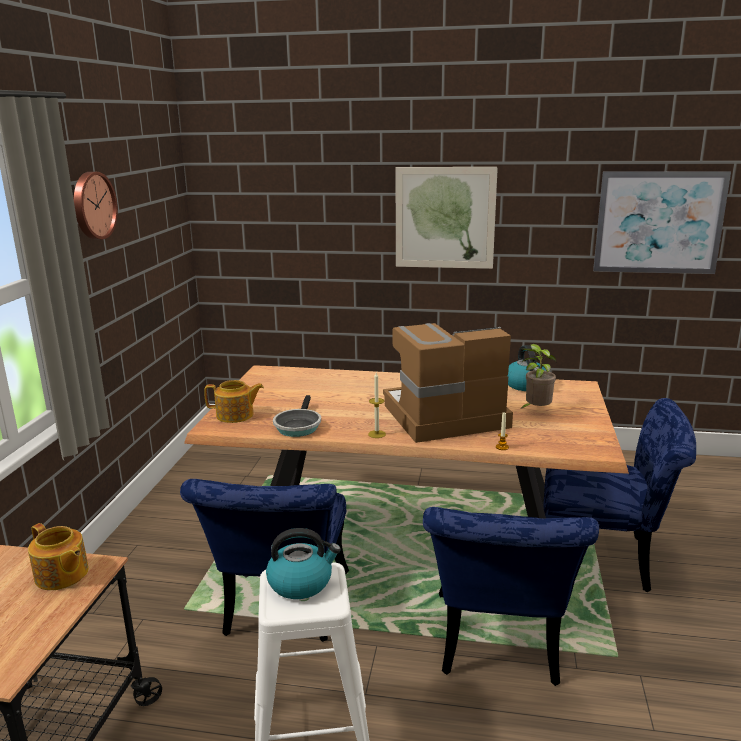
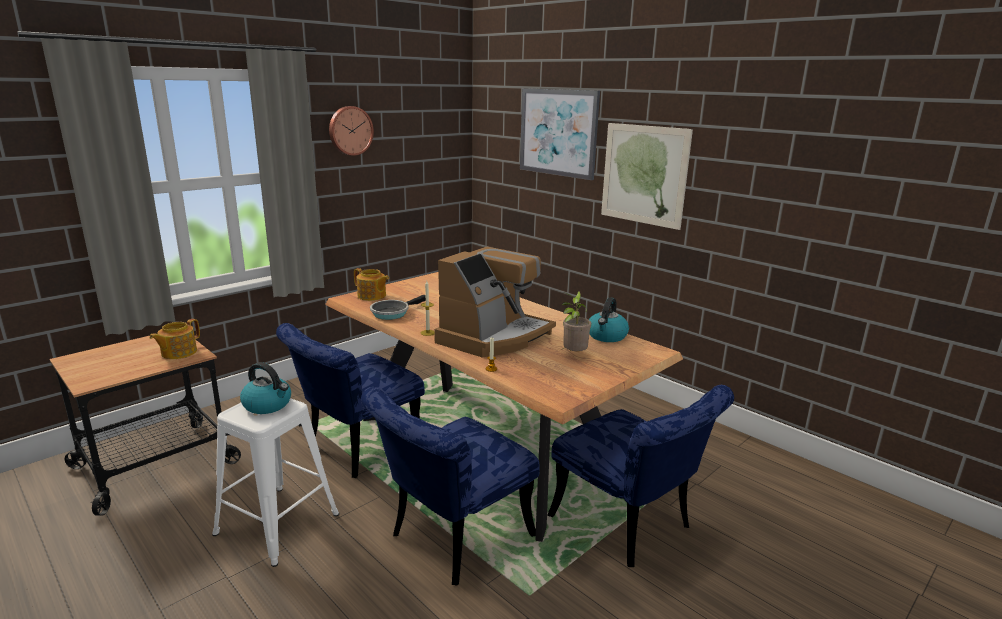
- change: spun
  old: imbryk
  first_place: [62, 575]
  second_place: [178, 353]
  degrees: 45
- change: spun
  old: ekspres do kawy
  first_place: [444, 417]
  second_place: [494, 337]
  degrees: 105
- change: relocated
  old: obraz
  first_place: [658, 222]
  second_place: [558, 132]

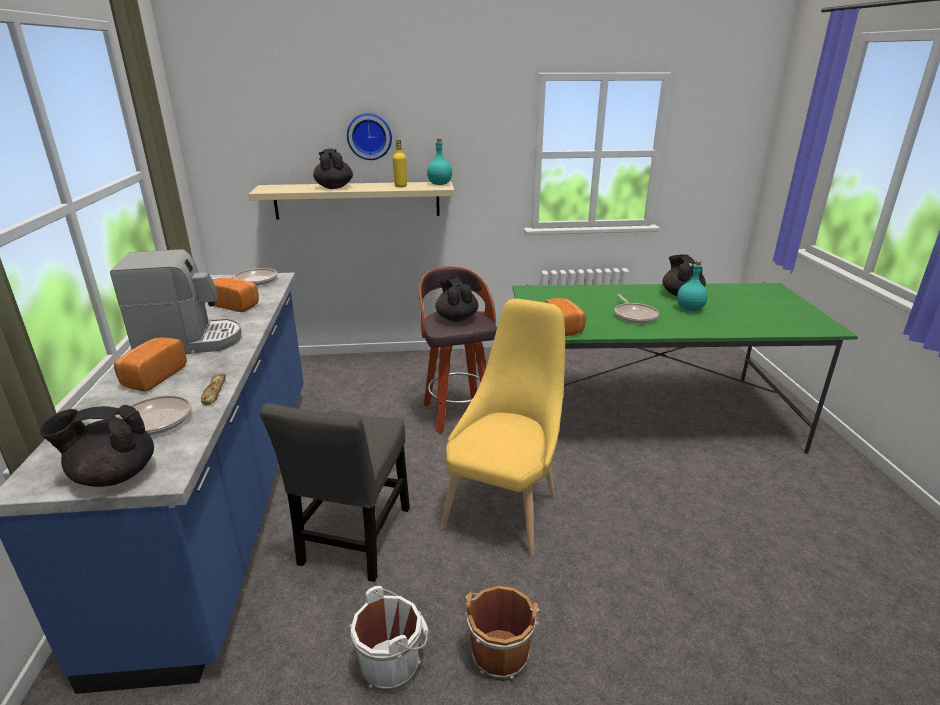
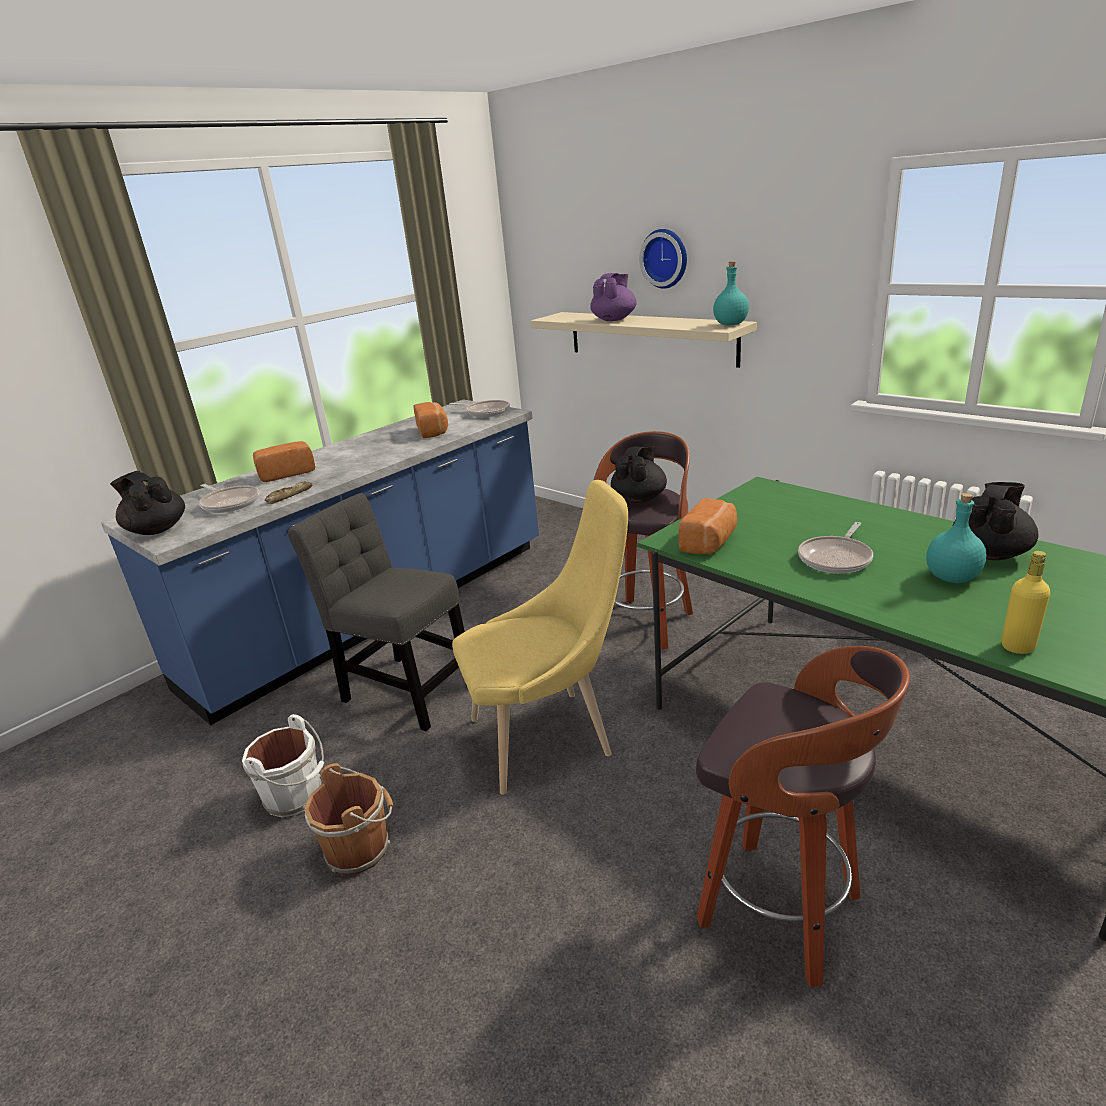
- change: spun
  old: krzesło (szary)
  first_place: [354, 540]
  second_place: [404, 690]
  degrees: 60
- change: colour
  old: imbryk (czarny)
  new: imbryk (fioletowy)
  first_place: [334, 187]
  second_place: [614, 319]
- change: appeared
  new: stołek
  second_place: [783, 912]
- change: relocated
  old: butelka (żółty)
  first_place: [400, 186]
  second_place: [1017, 646]
- change: missing
  old: ekspres do kawy
  first_place: [189, 342]

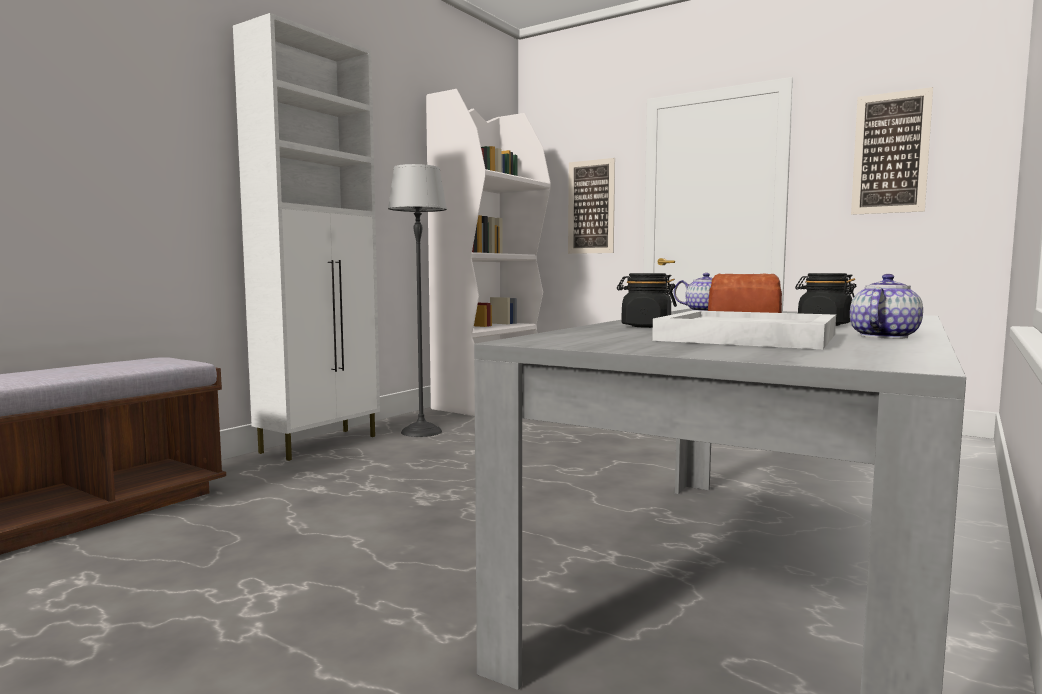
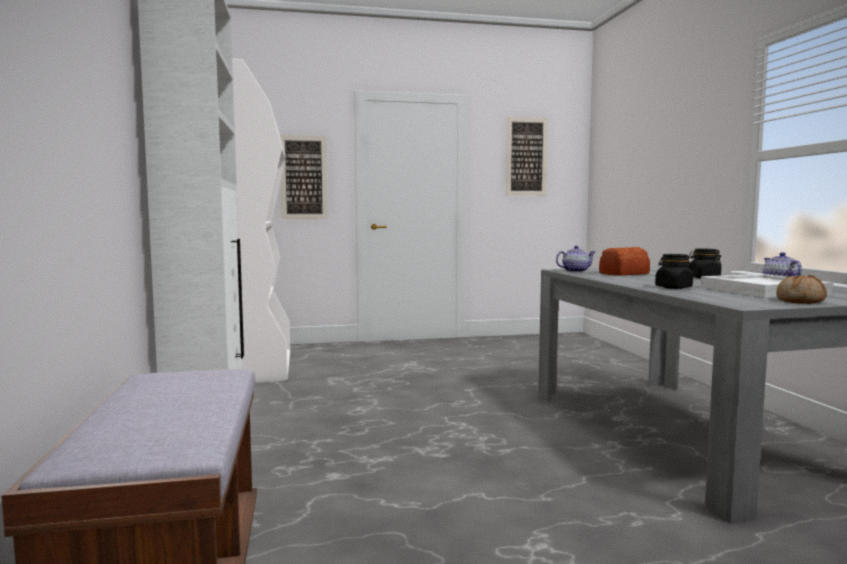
- change: appeared
  new: chleb
  second_place: [801, 301]
- change: missing
  old: lampa stojąca
  first_place: [421, 432]

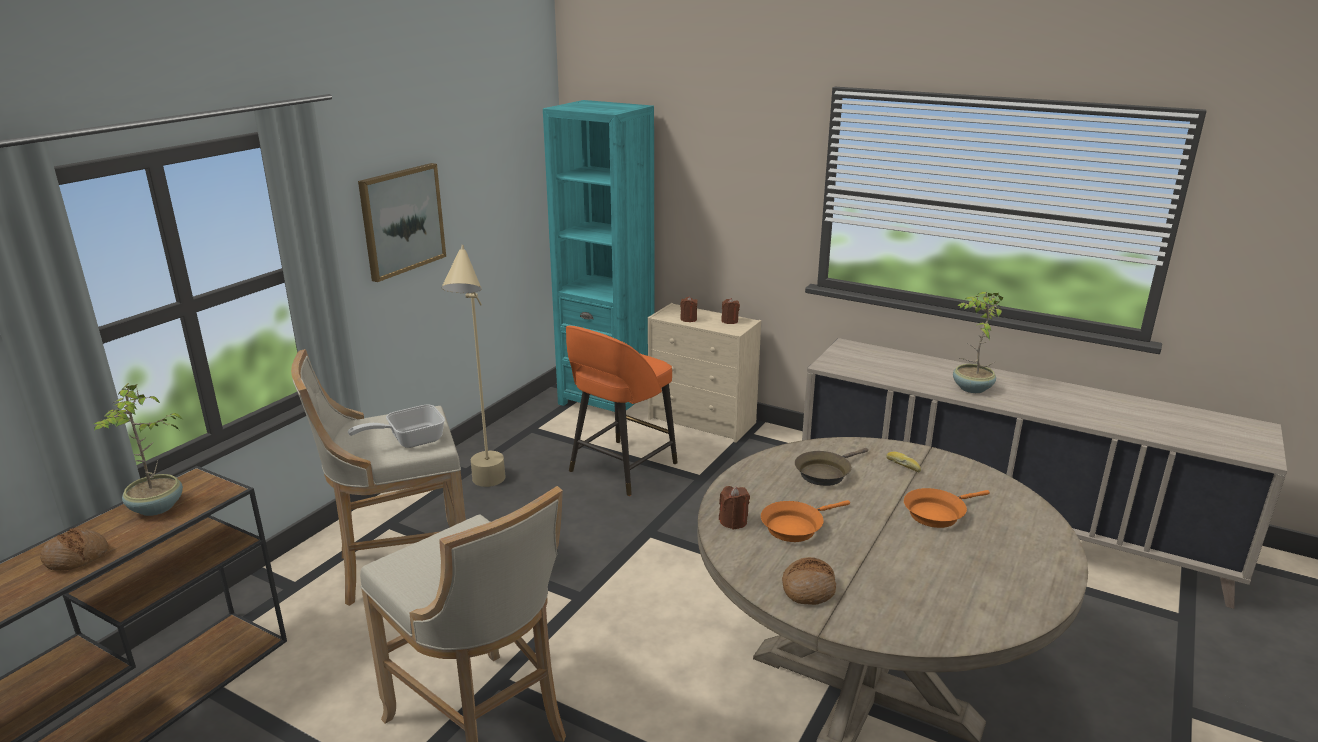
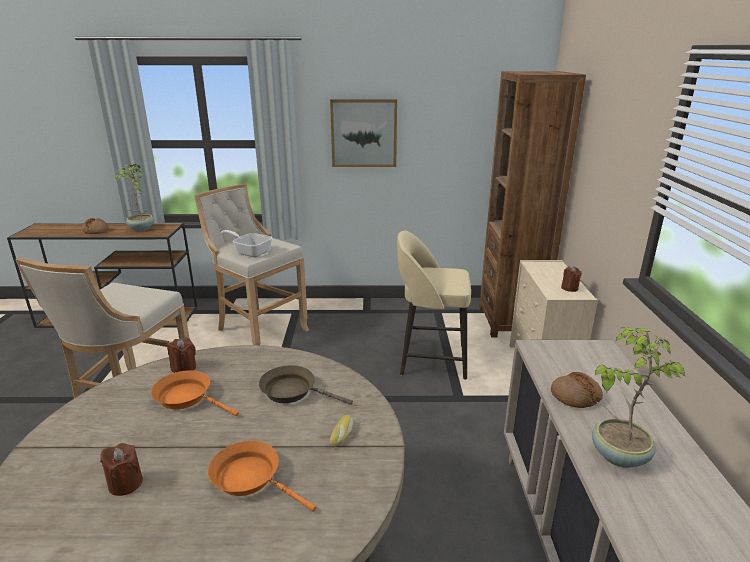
- change: relocated
  old: świeca (brązowy)
  first_place: [688, 319]
  second_place: [125, 483]
- change: colour
  old: stołek (pomarańczowy)
  new: stołek (beżowy)
  first_place: [620, 468]
  second_place: [430, 359]
- change: colour
  old: regał (turkusowy)
  new: regał (brązowy)
  first_place: [607, 400]
  second_place: [510, 322]
- change: relocated
  old: chleb
  first_place: [808, 588]
  second_place: [575, 396]
- change: missing
  old: lampa stojąca (beżowy)
  first_place: [486, 493]

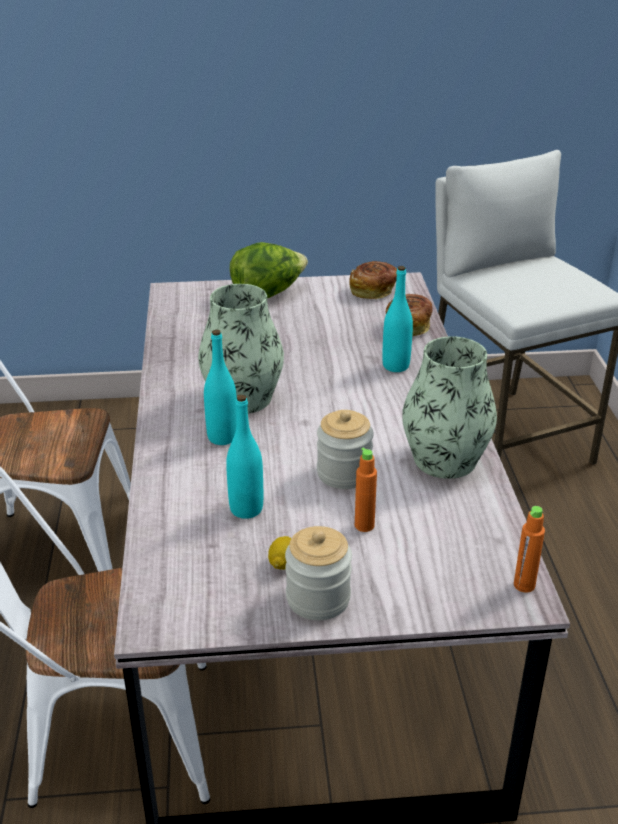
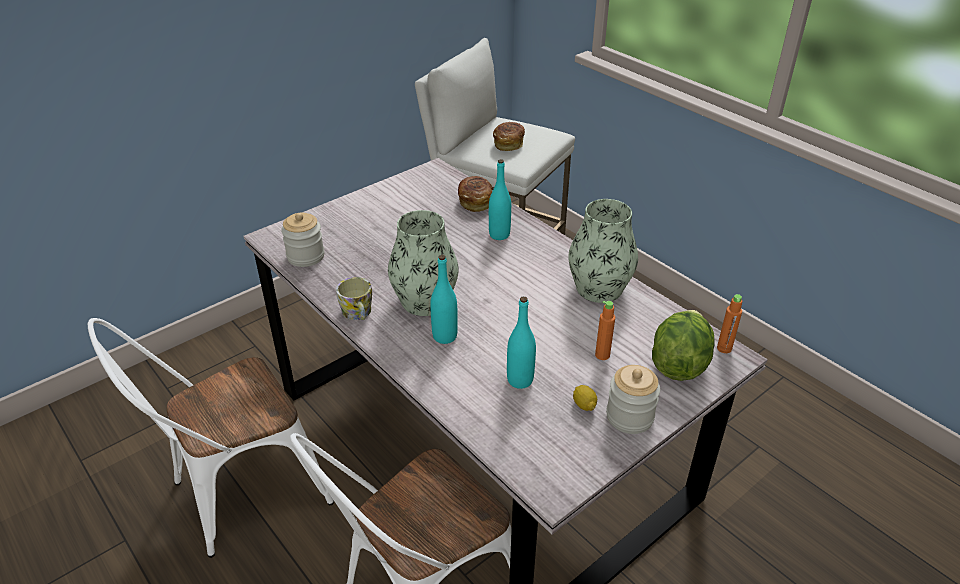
- change: relocated
  old: słoik
  first_place: [344, 473]
  second_place: [305, 256]
- change: appeared
  new: kubek
  second_place: [358, 314]
- change: relocated
  old: chleb
  first_place: [373, 291]
  second_place: [509, 144]
- change: relocated
  old: sałata
  first_place: [268, 294]
  second_place: [679, 363]

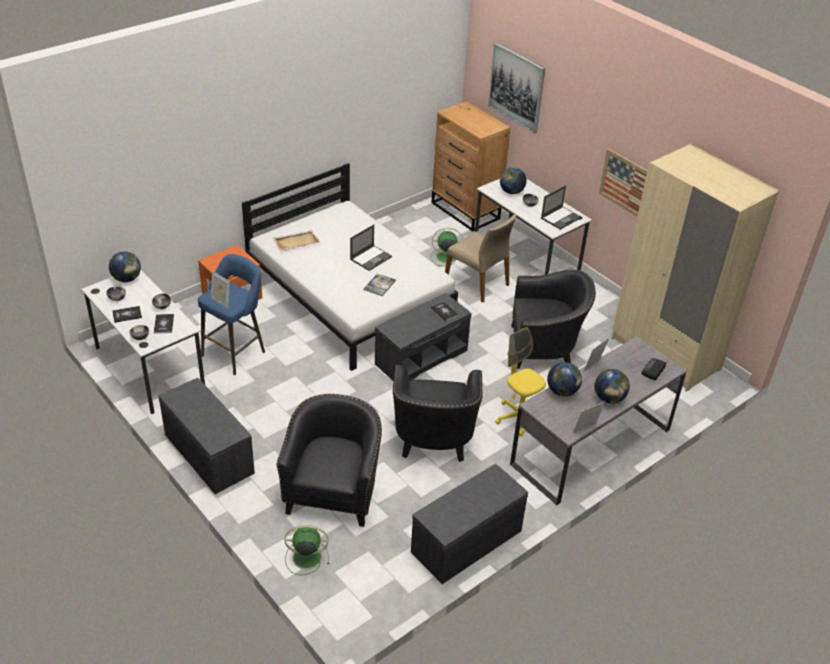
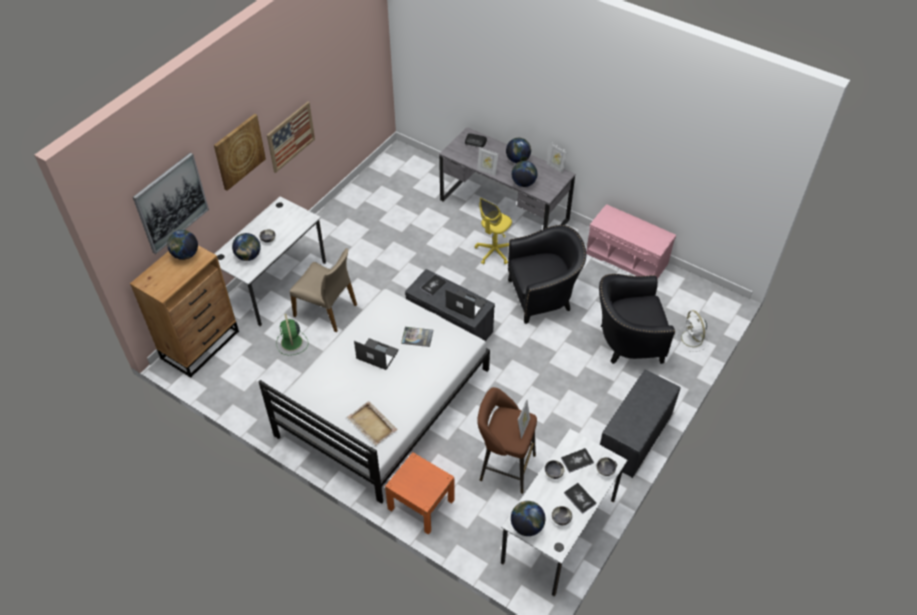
- change: appeared
  new: globus
  second_place: [185, 255]
- change: appeared
  new: obraz
  second_place: [239, 151]
- change: spun
  old: krzesło (beżowy)
  first_place: [477, 283]
  second_place: [326, 310]
  degrees: 90
- change: relocated
  old: laptop
  first_place: [561, 218]
  second_place: [465, 304]
- change: colour
  old: stołek (niebieski)
  new: stołek (brązowy)
  first_place: [236, 352]
  second_place: [504, 466]
- change: colour
  old: ławka (szary)
  new: ławka (różowy)
  first_place: [466, 542]
  second_place: [627, 258]
- change: colour
  old: wentylator (zielony)
  new: wentylator (biały)
  first_place: [305, 557]
  second_place: [692, 339]
- change: missing
  old: fotel (czarny)
  first_place: [545, 348]
- change: missing
  old: szafa (beżowy)
  first_place: [665, 353]

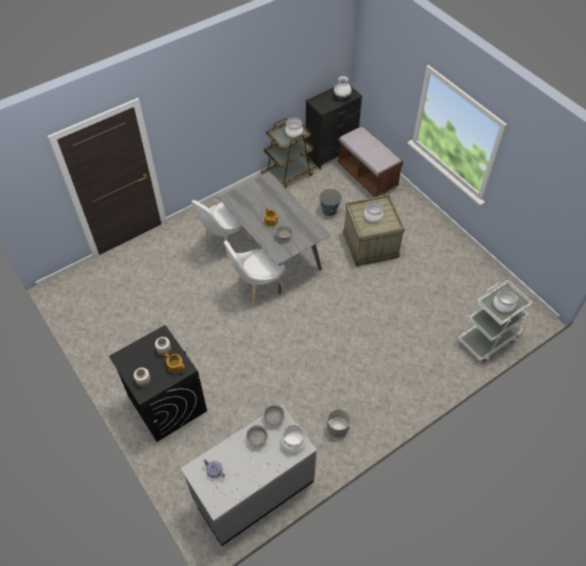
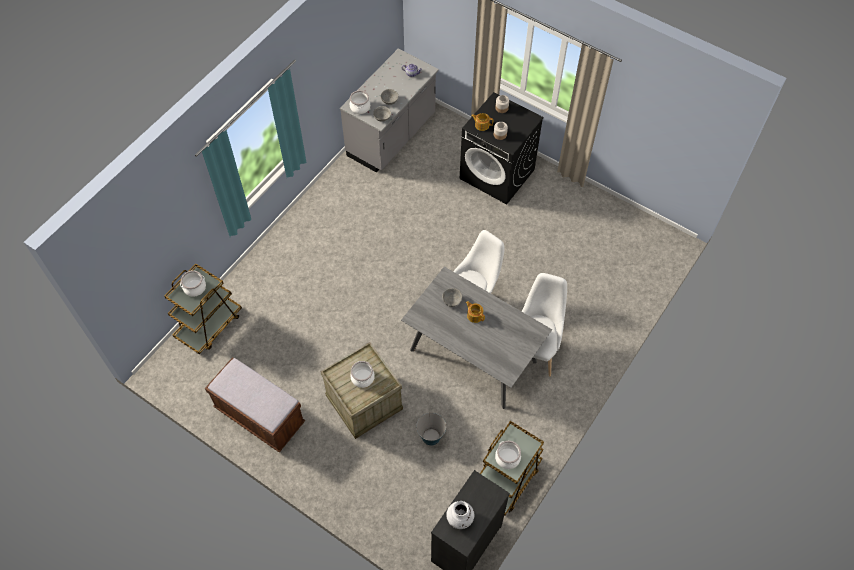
- change: colour
  old: wózek (biały)
  new: wózek (brązowy)
  first_place: [488, 339]
  second_place: [209, 325]
- change: relocated
  old: ławka (brązowy)
  first_place: [367, 176]
  second_place: [260, 416]
- change: missing
  old: donica (szary)
  first_place: [337, 428]

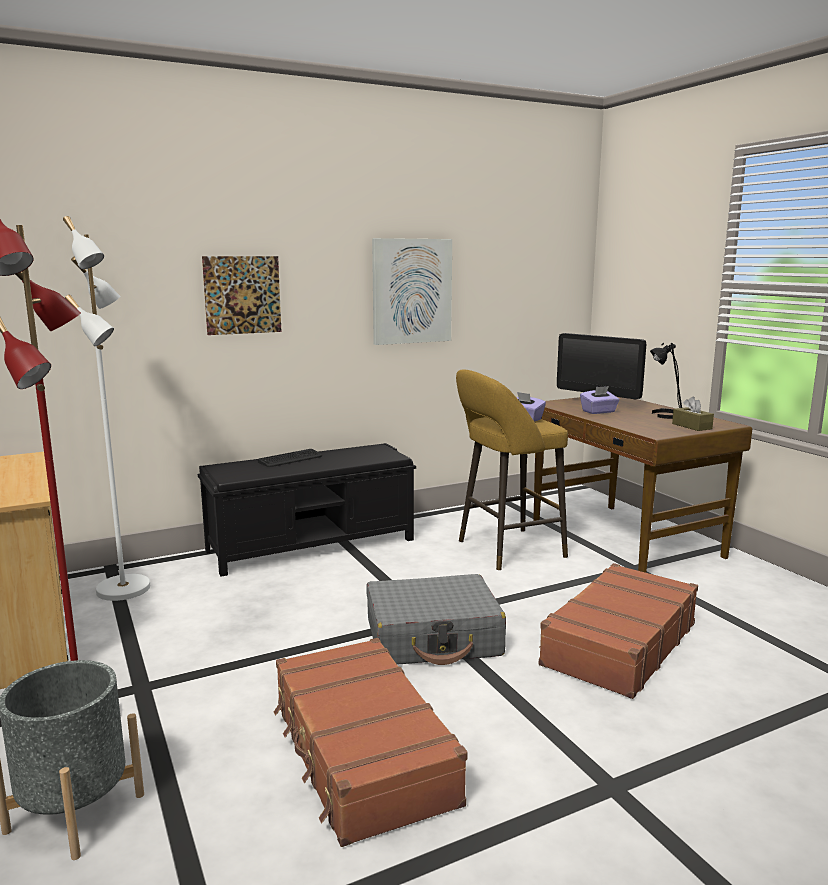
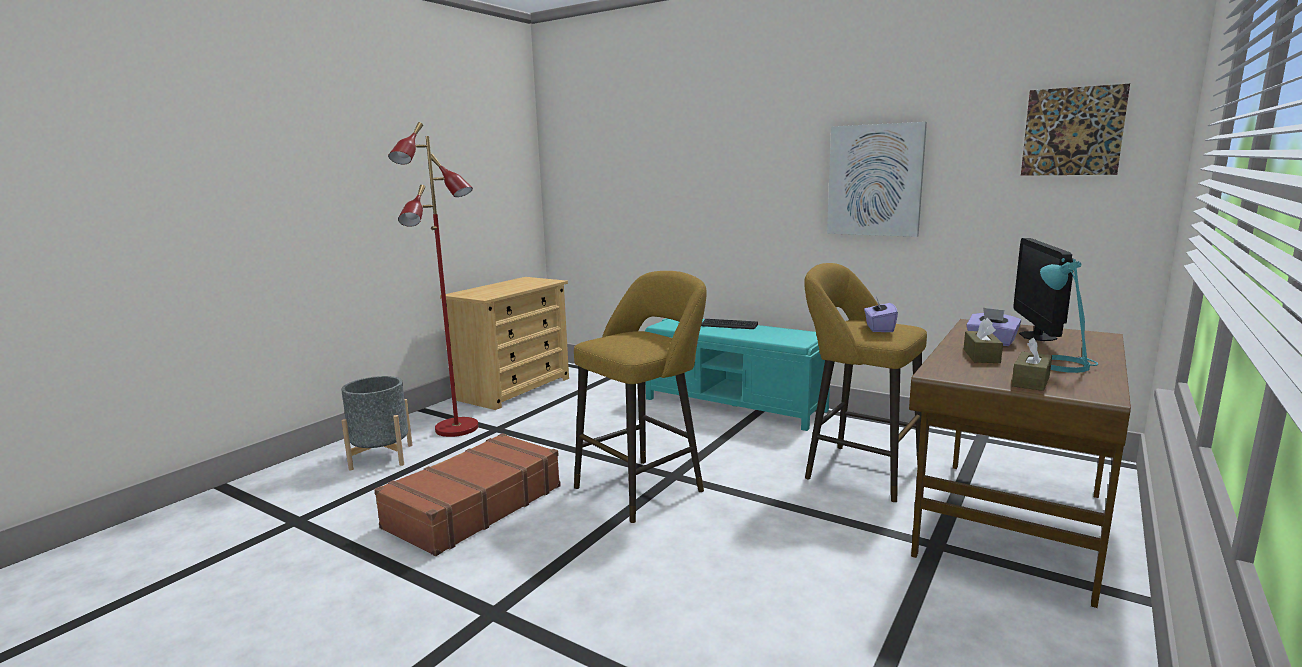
- change: exchanged
  old: walizka (szary)
  new: stołek (żółty)
  first_place: [433, 638]
  second_place: [644, 487]
- change: colour
  old: ławka (czarny)
  new: ławka (turkusowy)
  first_place: [313, 545]
  second_place: [735, 405]
- change: appeared
  new: pudełko chusteczek (brązowy)
  second_place: [981, 356]
- change: relocated
  old: obraz
  first_place: [242, 295]
  second_place: [1072, 131]
- change: colour
  old: lampa stołowa (czarny)
  new: lampa stołowa (turkusowy)
  first_place: [665, 415]
  second_place: [1064, 365]
- change: missing
  old: lampa stojąca (biały)
  first_place: [125, 589]
- change: missing
  old: walizka (brązowy)
  first_place: [618, 644]

